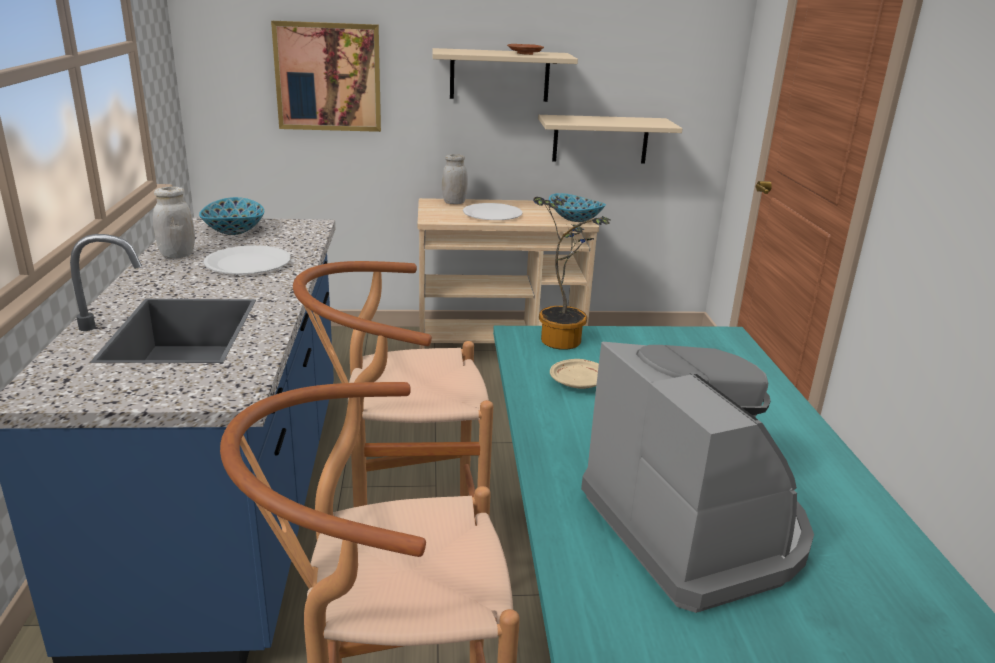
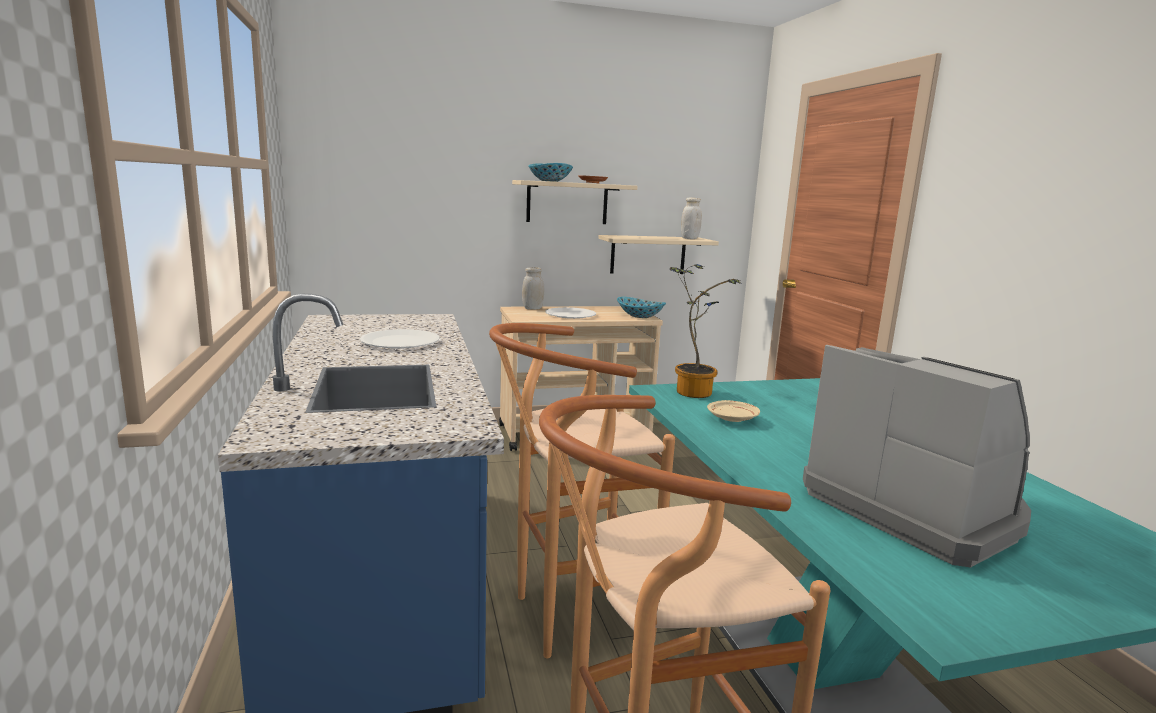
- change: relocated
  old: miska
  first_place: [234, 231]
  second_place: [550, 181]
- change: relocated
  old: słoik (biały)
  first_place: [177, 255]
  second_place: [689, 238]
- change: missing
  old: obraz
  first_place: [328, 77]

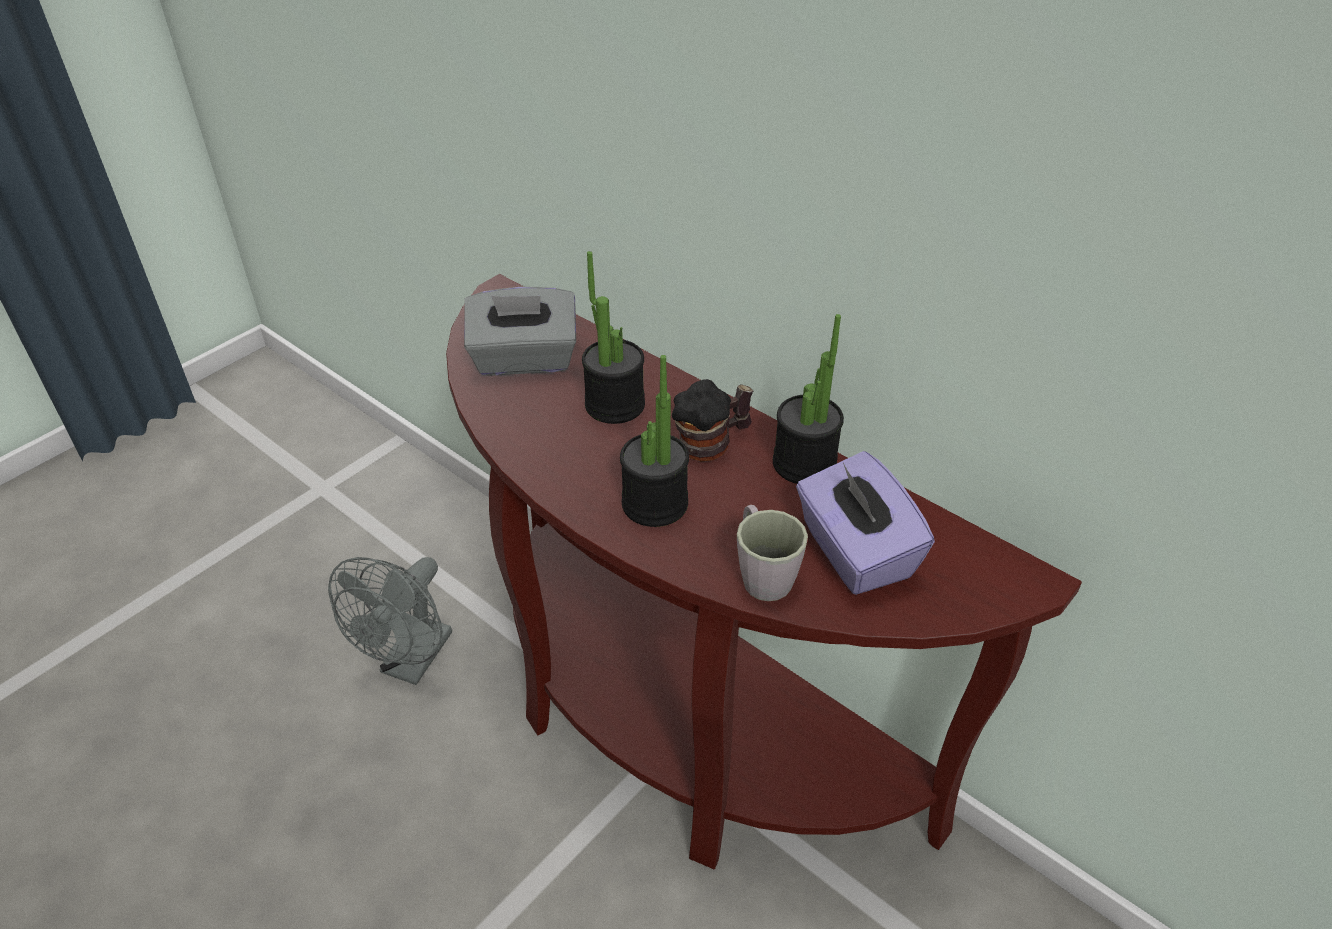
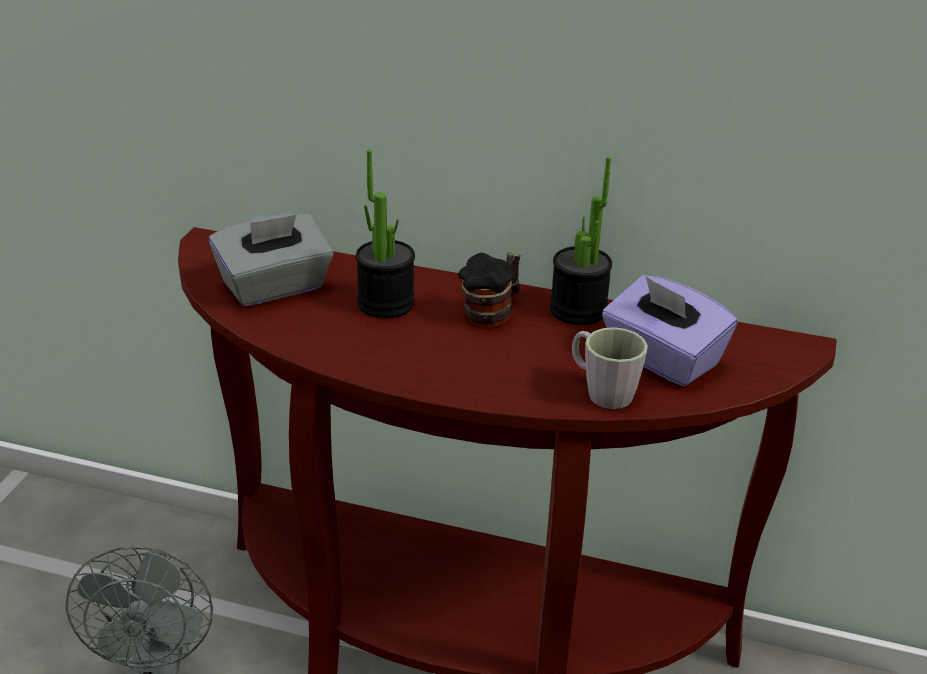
- change: missing
  old: roślina doniczkowa
  first_place: [655, 503]

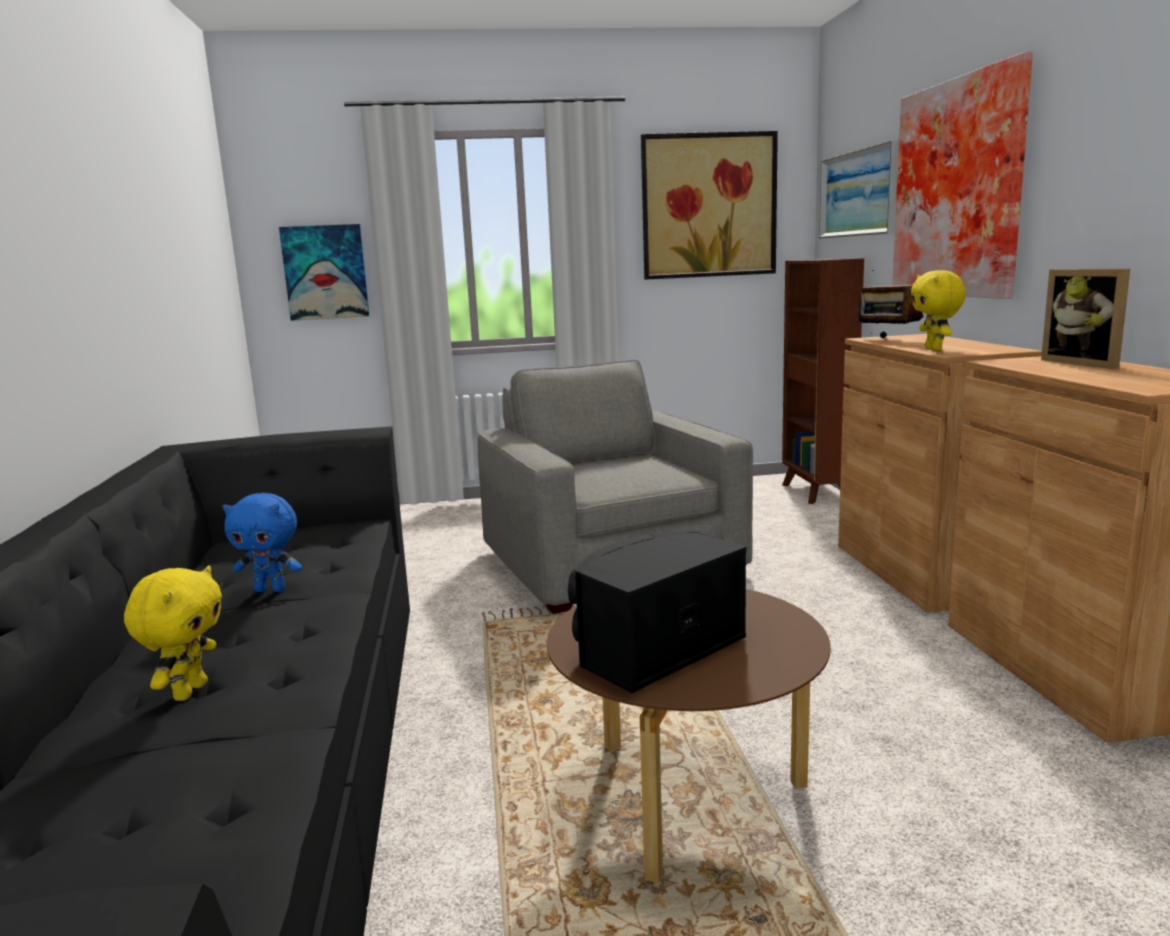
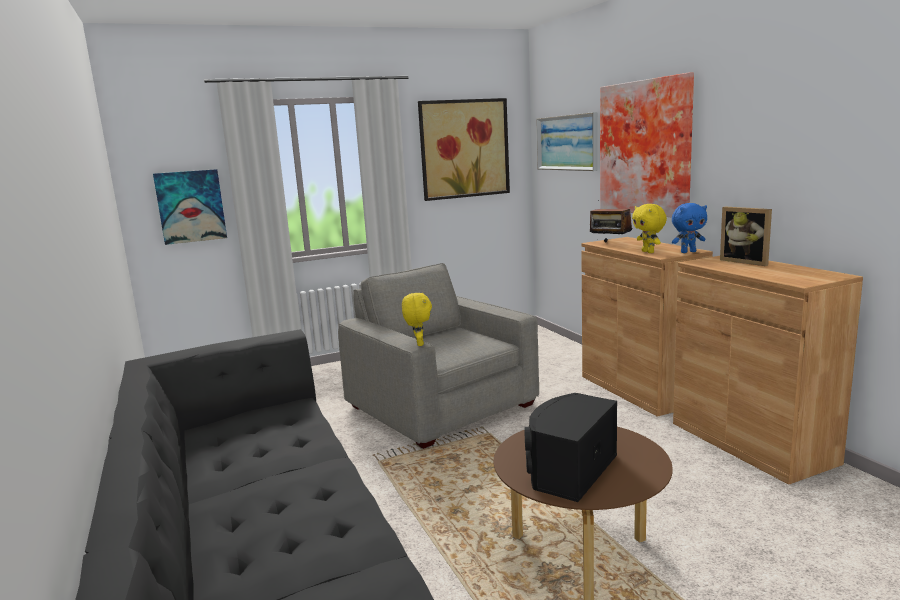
- change: relocated
  old: pluszak (żółty)
  first_place: [189, 691]
  second_place: [418, 344]
- change: relocated
  old: pluszak (niebieski)
  first_place: [271, 589]
  second_place: [688, 252]
- change: missing
  old: regał (brązowy)
  first_place: [816, 493]

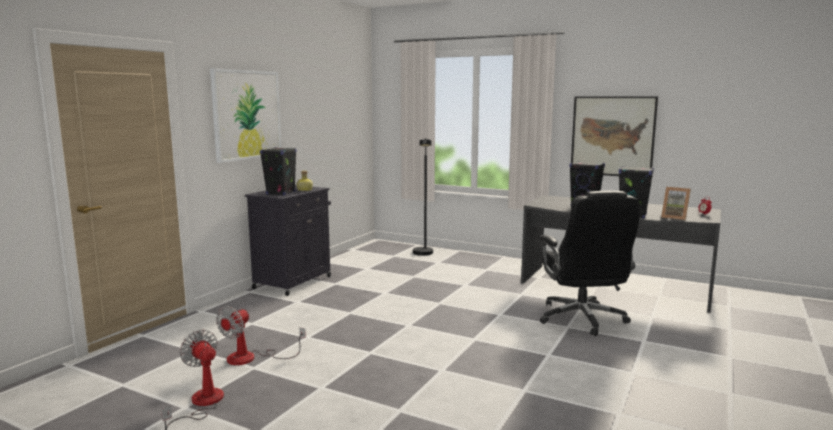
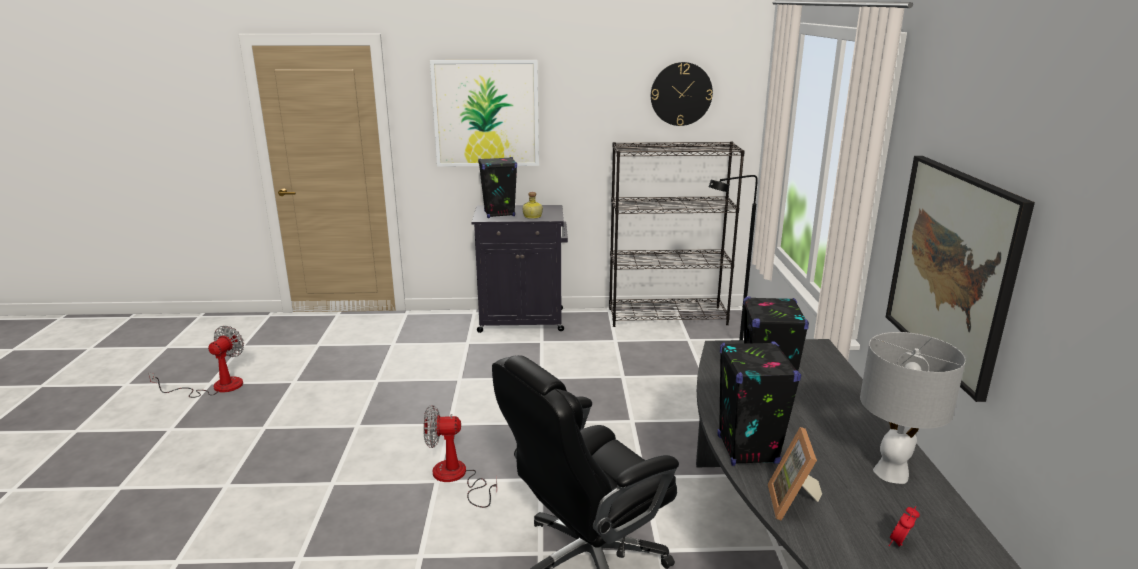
- change: relocated
  old: wentylator
  first_place: [251, 358]
  second_place: [456, 478]
- change: appeared
  new: regał (czarny)
  second_place: [668, 316]
- change: appeared
  new: zegar ścienny
  second_place: [681, 94]
- change: appeared
  new: lampa stołowa (szary)
  second_place: [892, 472]

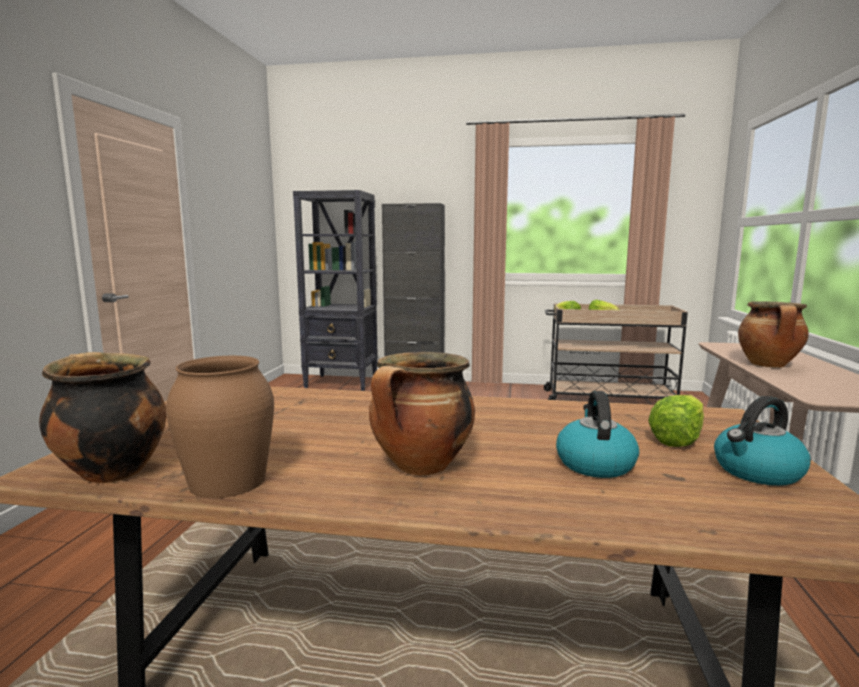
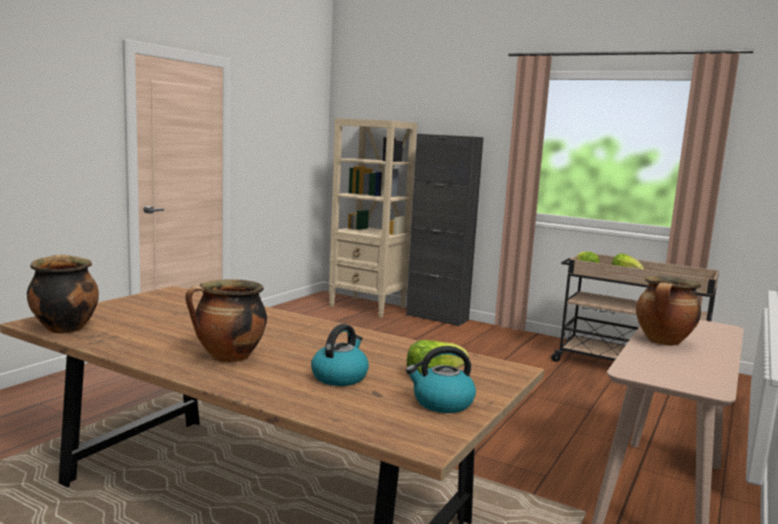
- change: colour
  old: regał (czarny)
  new: regał (beżowy)
  first_place: [342, 383]
  second_place: [368, 307]
- change: missing
  old: wazon (brązowy)
  first_place: [227, 481]

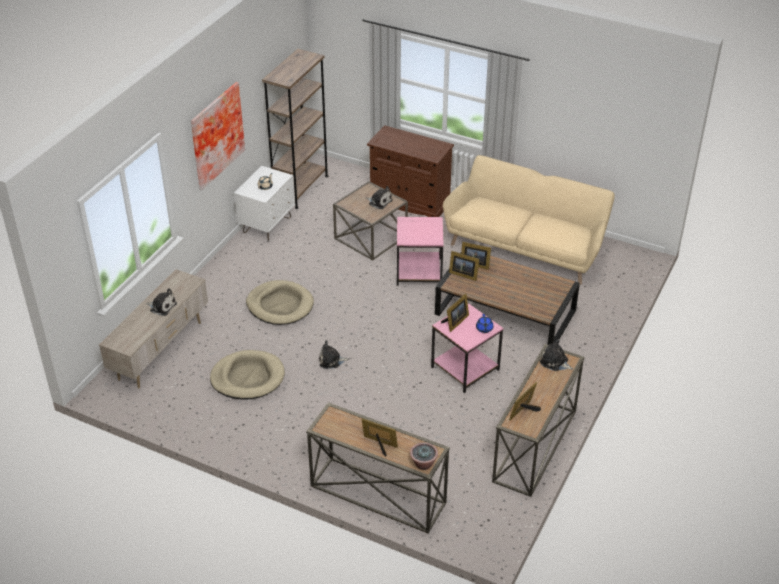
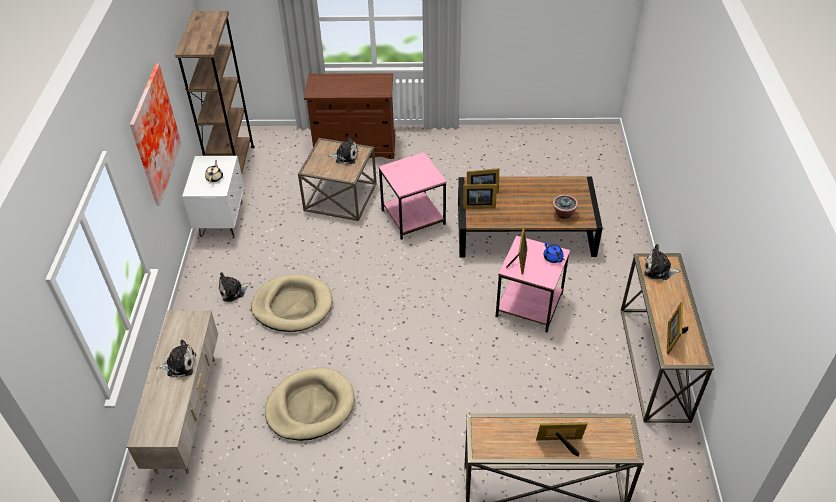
- change: relocated
  old: pluszak
  first_place: [331, 361]
  second_place: [233, 291]
- change: relocated
  old: roślina doniczkowa
  first_place: [423, 464]
  second_place: [563, 214]
- change: missing
  old: kanapa (beżowy)
  first_place: [526, 246]

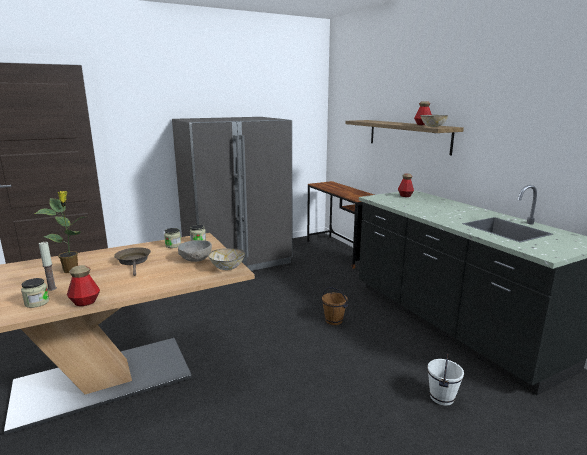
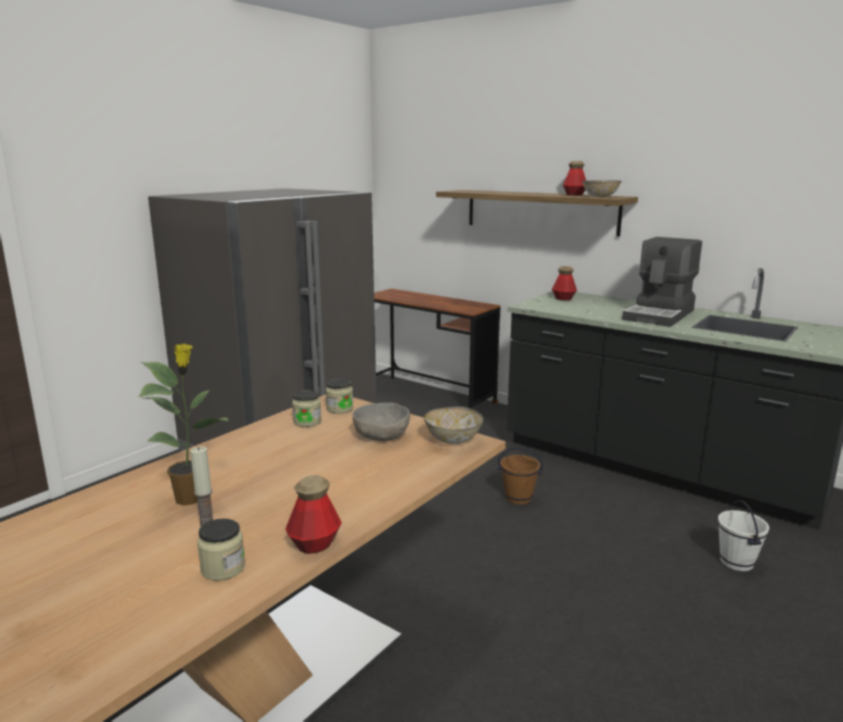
- change: appeared
  new: ekspres do kawy
  second_place: [660, 315]
- change: missing
  old: patelnia (brązowy)
  first_place: [134, 261]

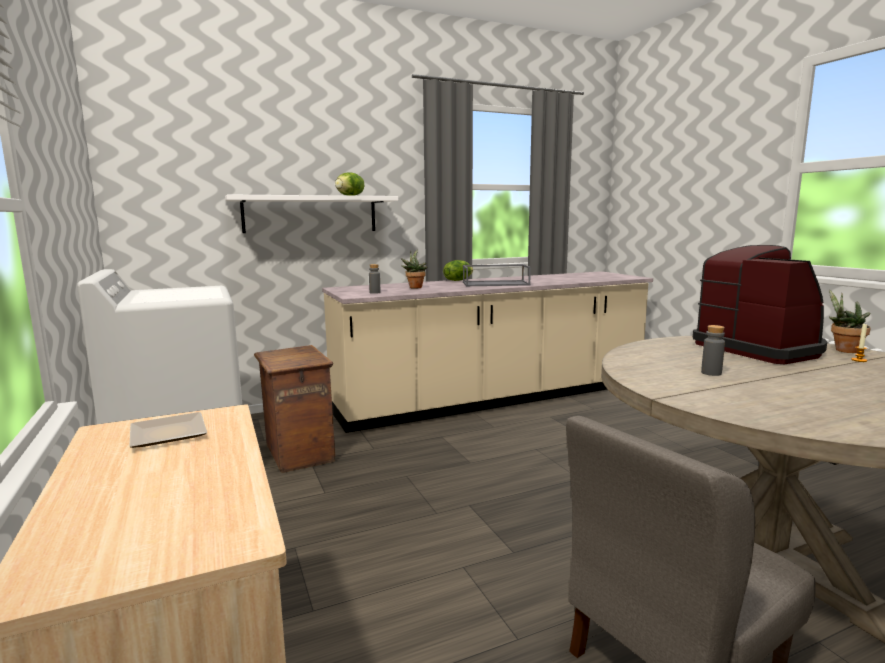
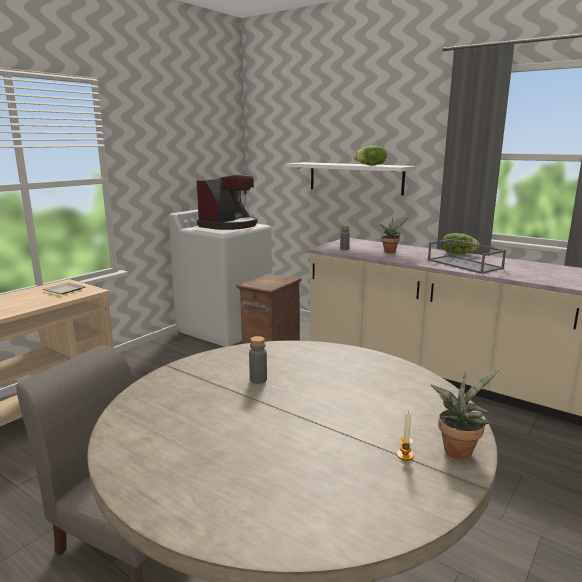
- change: relocated
  old: ekspres do kawy
  first_place: [759, 349]
  second_place: [229, 225]

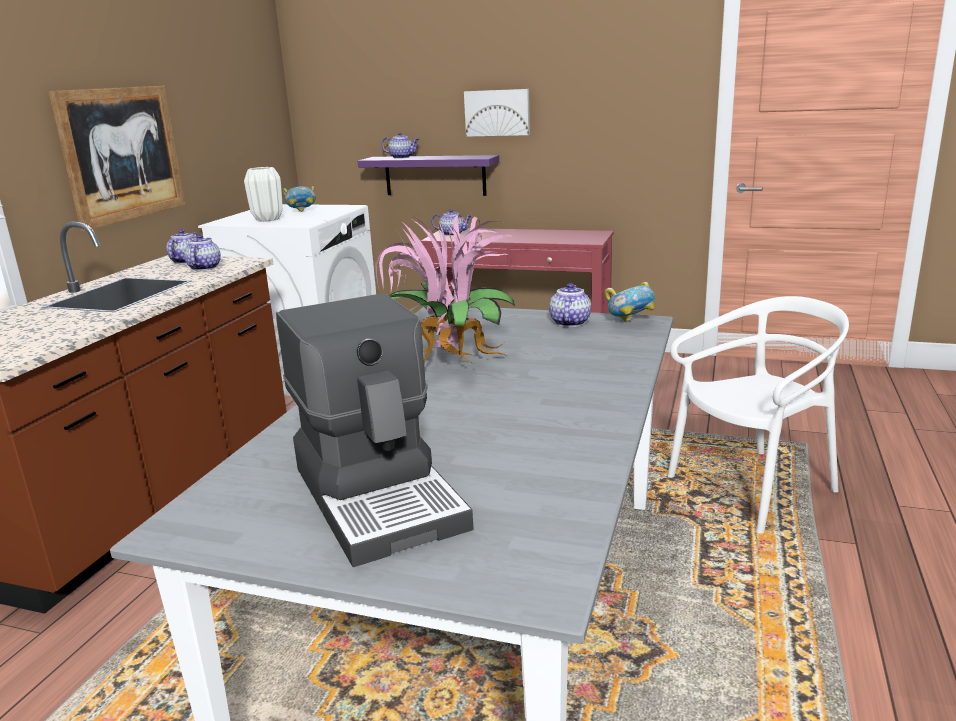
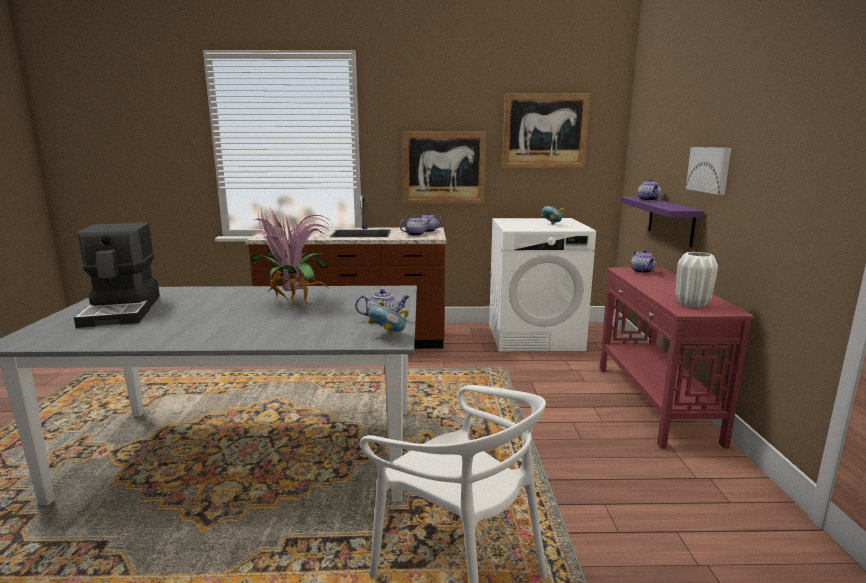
- change: spun
  old: ekspres do kawy
  first_place: [380, 495]
  second_place: [123, 310]
  degrees: -60
- change: appeared
  new: obraz
  second_place: [545, 131]
- change: relocated
  old: wazon (biały)
  first_place: [268, 219]
  second_place: [692, 305]

